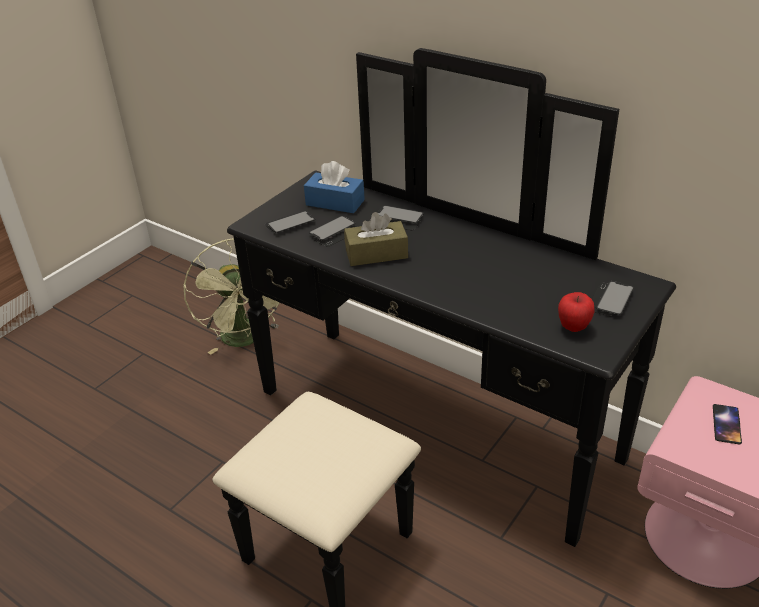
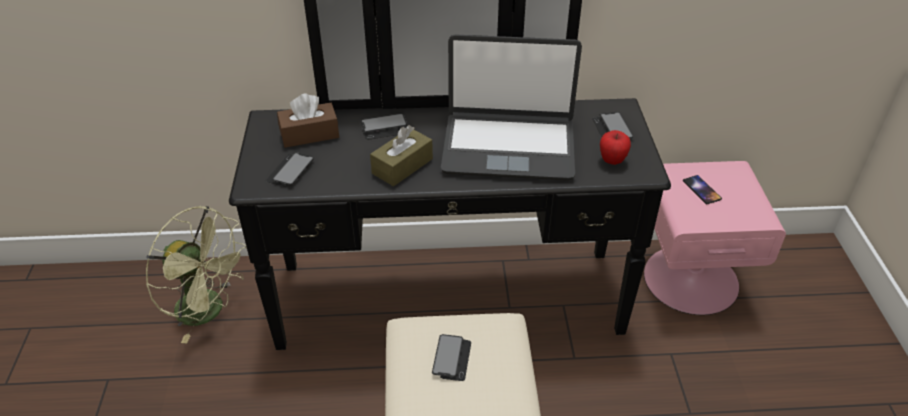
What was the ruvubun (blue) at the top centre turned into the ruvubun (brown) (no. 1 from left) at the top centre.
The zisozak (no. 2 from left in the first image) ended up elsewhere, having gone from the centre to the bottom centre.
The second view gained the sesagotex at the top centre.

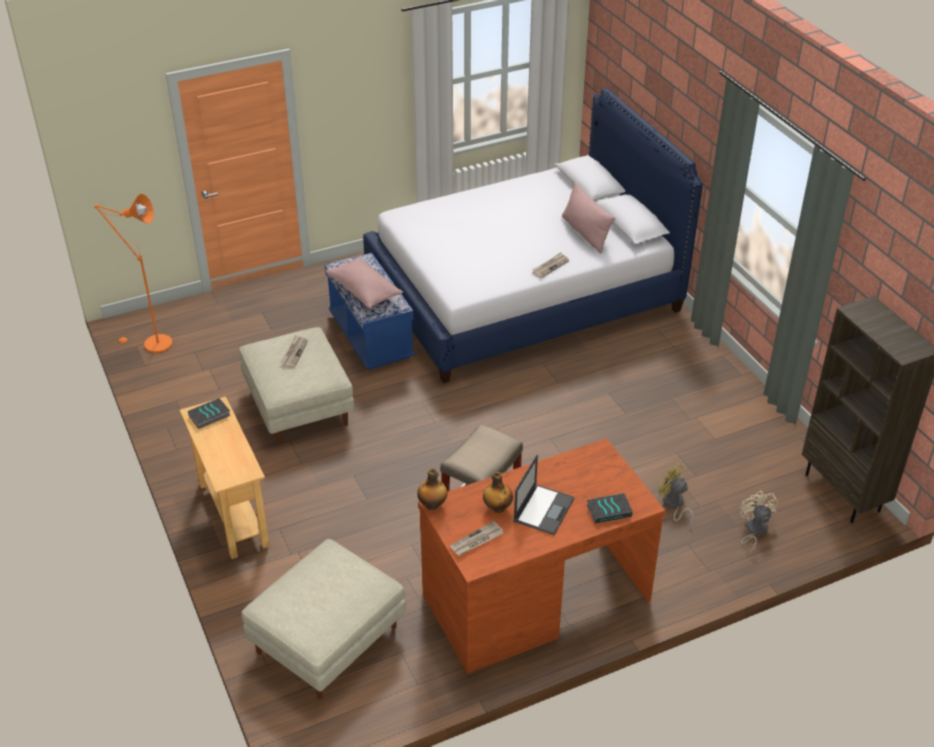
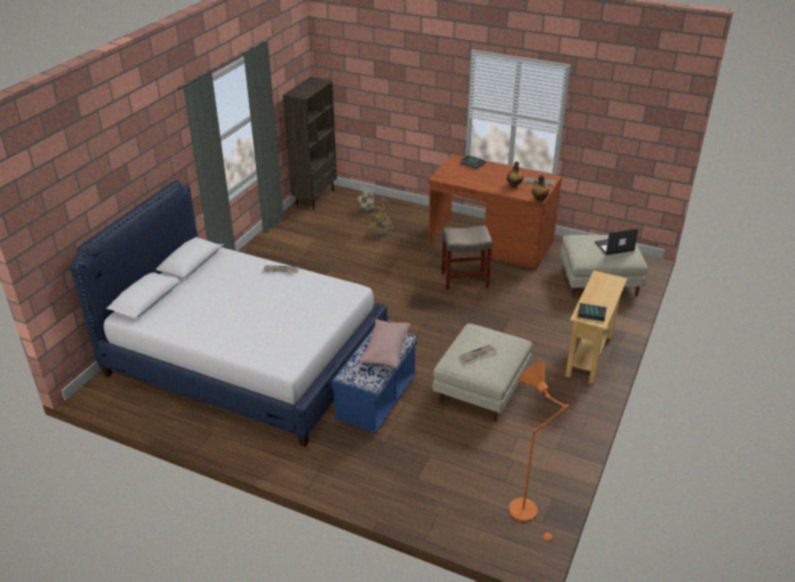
The sesagotex ended up elsewhere, having gone from the centre to the middle right.
The second view lost the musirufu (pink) (no. 2 from left) at the top centre.

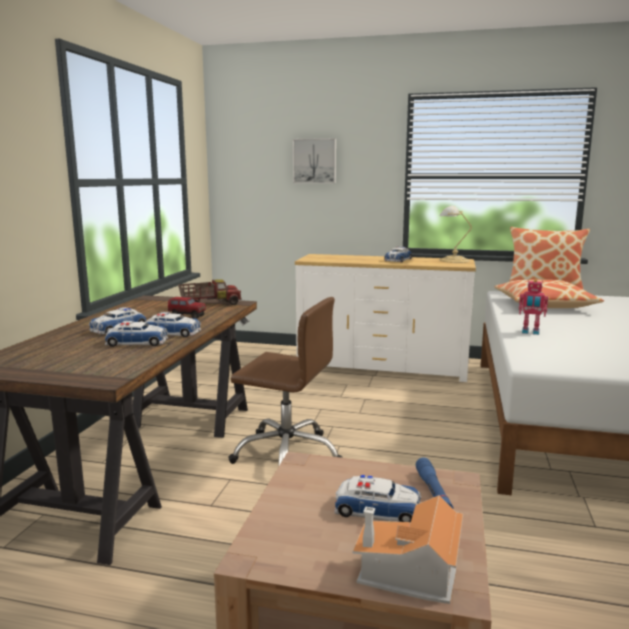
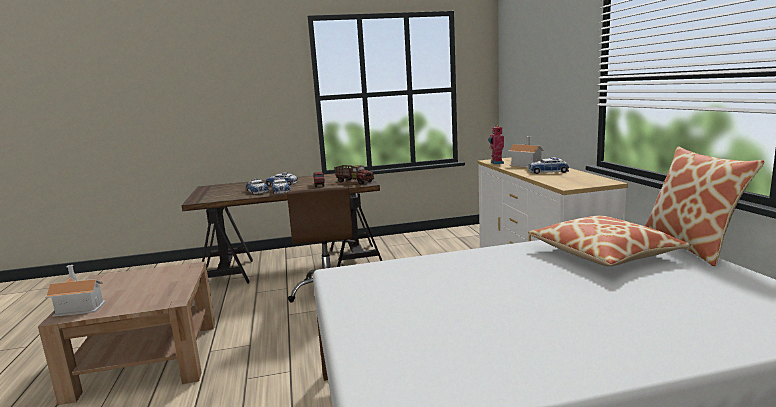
The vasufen ended up elsewhere, having gone from the middle right to the centre.
The second view gained the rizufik (no. 2 from left) at the middle right.
The second view lost the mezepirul at the top centre.
The second view lost the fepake (no. 4 from left) at the bottom centre.
The second view lost the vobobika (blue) at the bottom right.
The second view lost the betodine at the middle right.

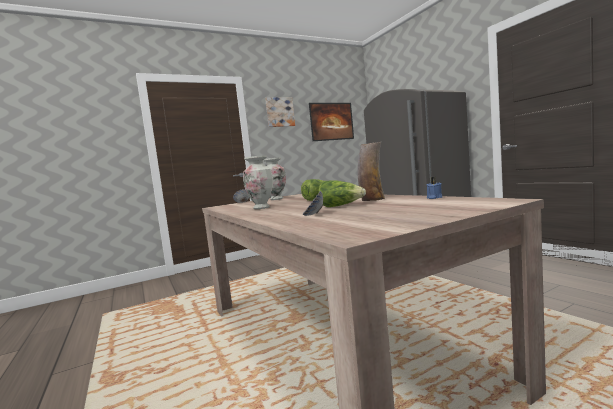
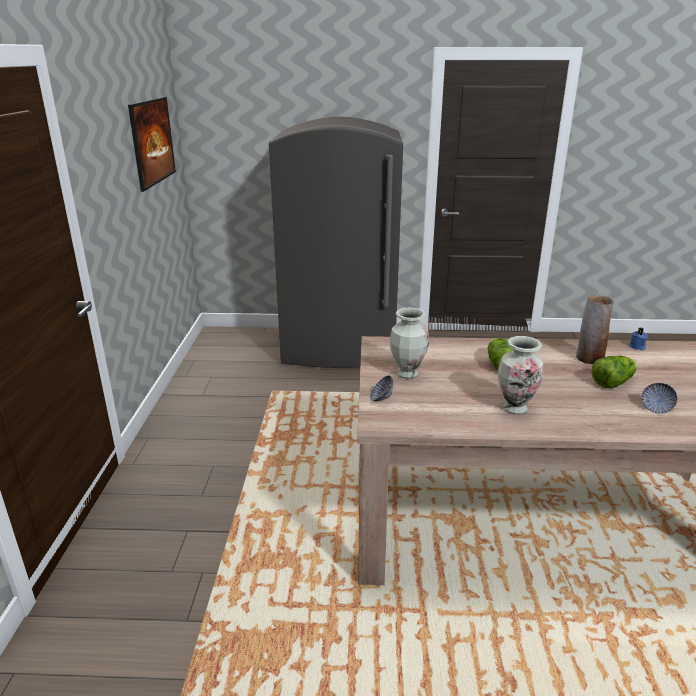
The second view lost the mezepirul (no. 1 from left) at the top centre.

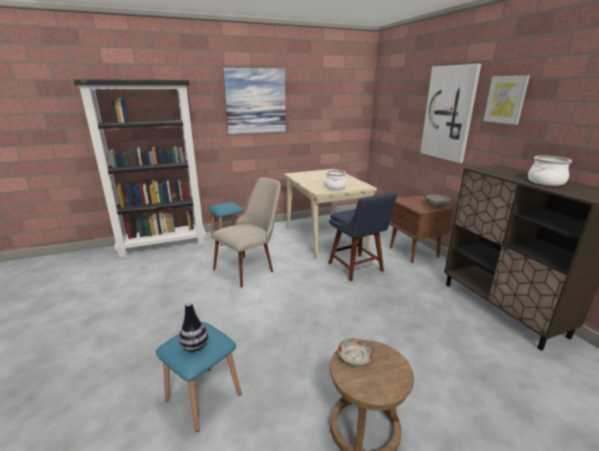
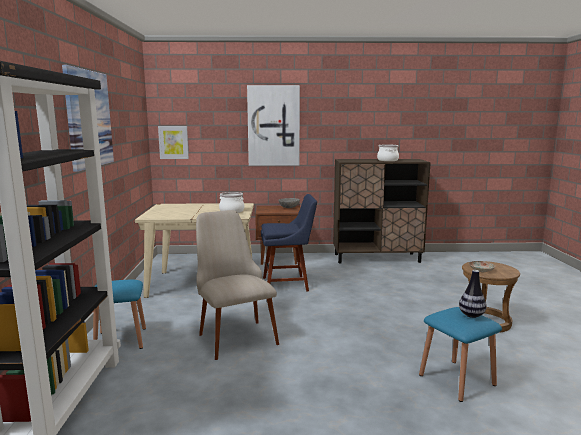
The mezepirul (no. 3 from left in the first image) ended up elsewhere, having gone from the top right to the top left.

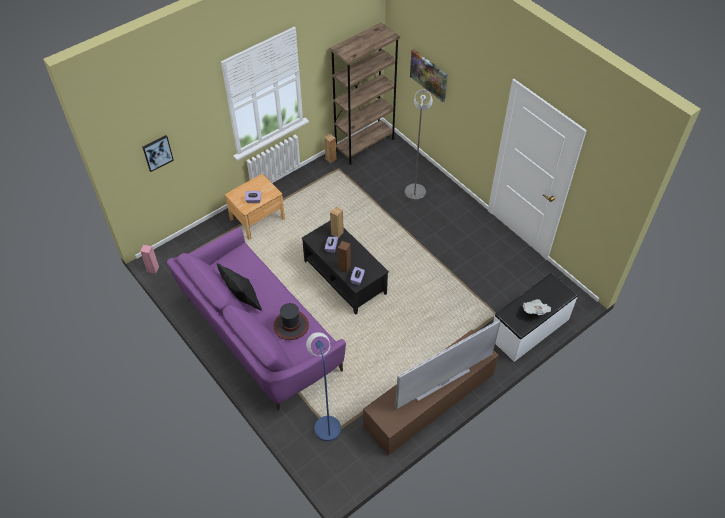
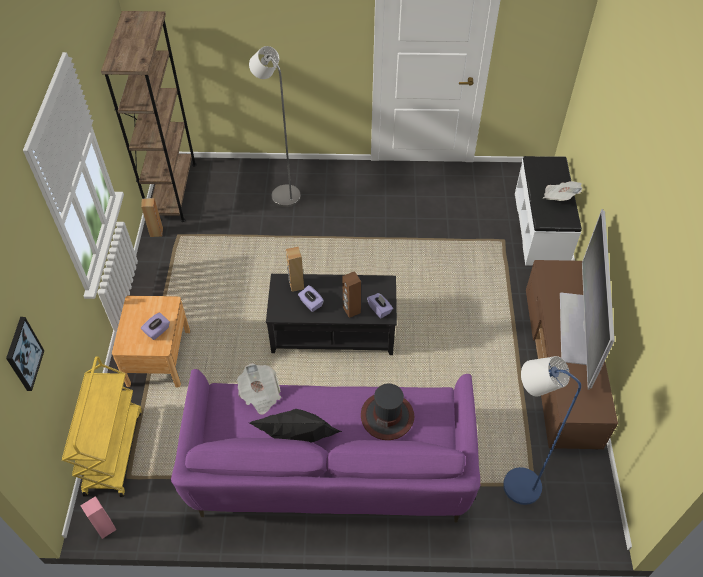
The second view gained the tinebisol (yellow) at the bottom left.
The second view gained the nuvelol (no. 1 from left) at the bottom centre.
The second view lost the mezepirul (no. 2 from left) at the top centre.

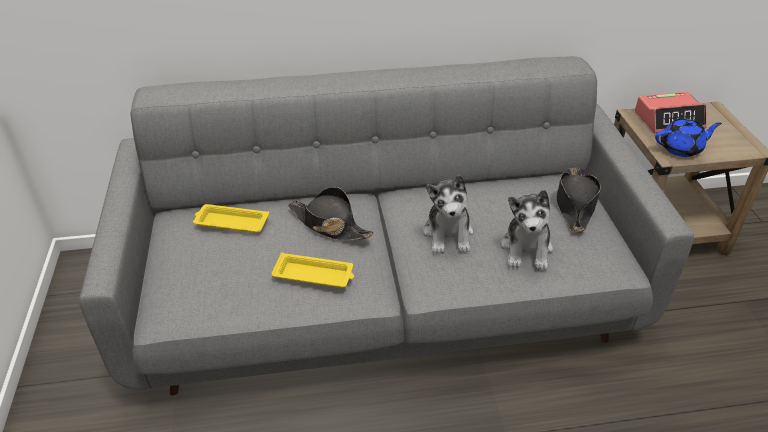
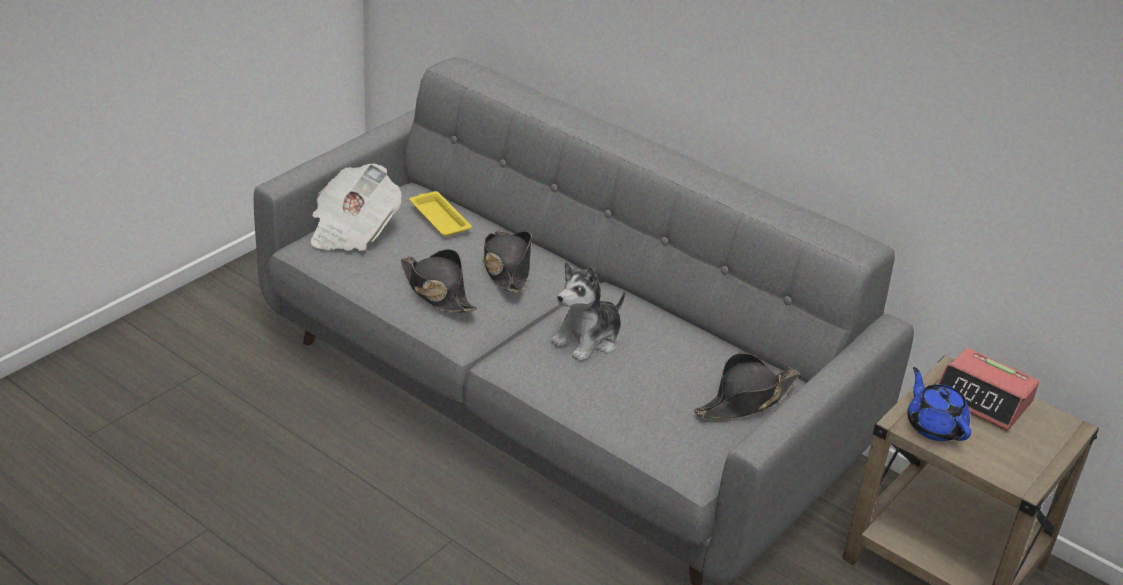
The second view gained the nuvelol at the middle left.
Where the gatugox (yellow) (no. 2 from left) stood at the centre, the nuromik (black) (no. 1 from left) came to stand at the centre.
The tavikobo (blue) at the top right ended up facing another way, 150 degrees counterclockwise from before.
The second view lost the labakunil (no. 2 from left) at the middle right.

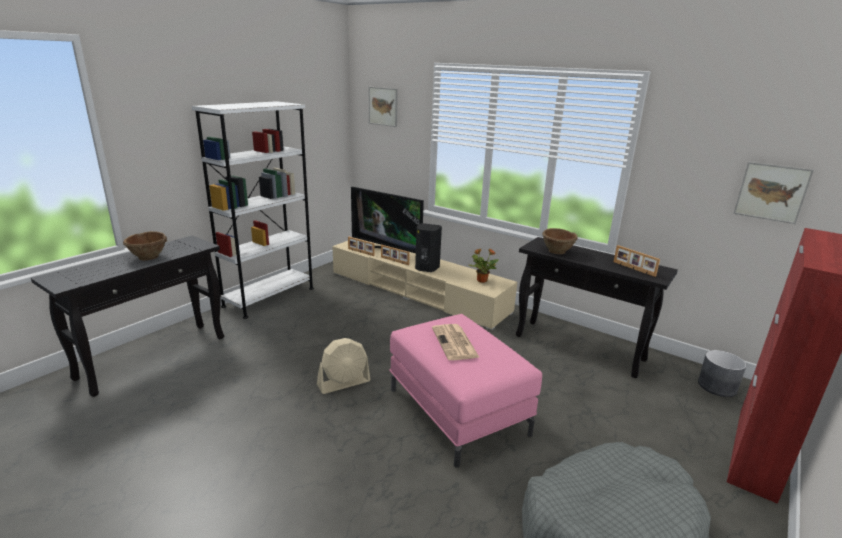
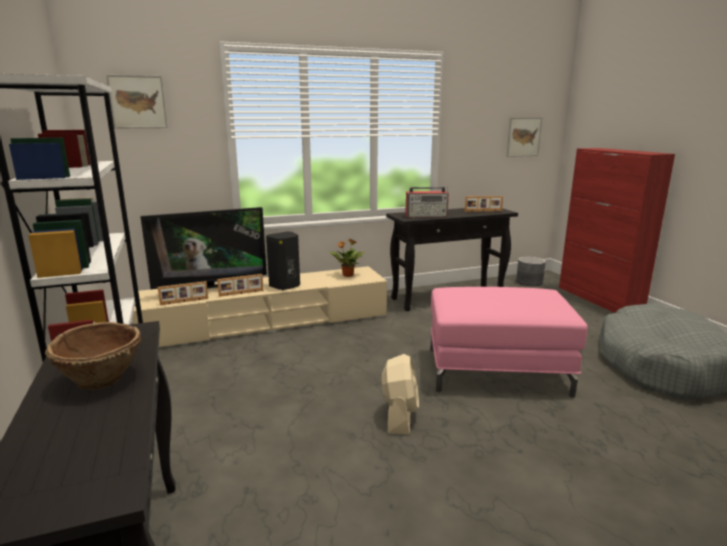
Where the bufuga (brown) (no. 2 from left) stood at the centre, the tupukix came to stand at the centre.
The second view lost the nuvelol at the centre.

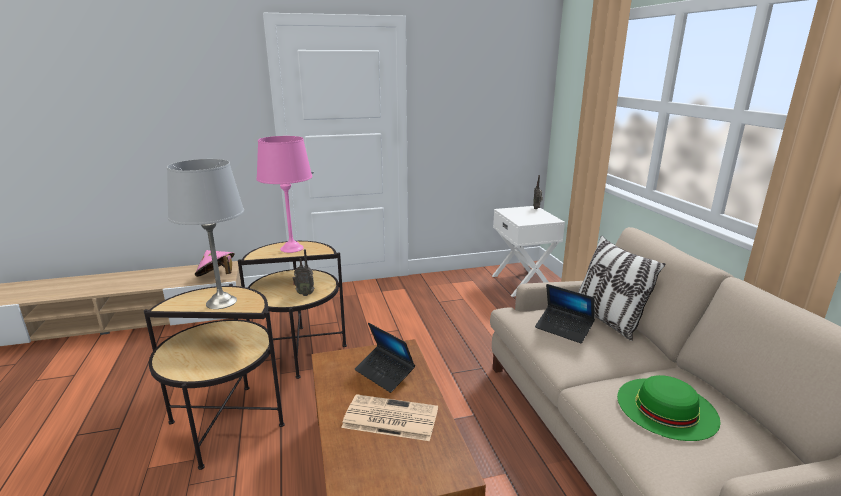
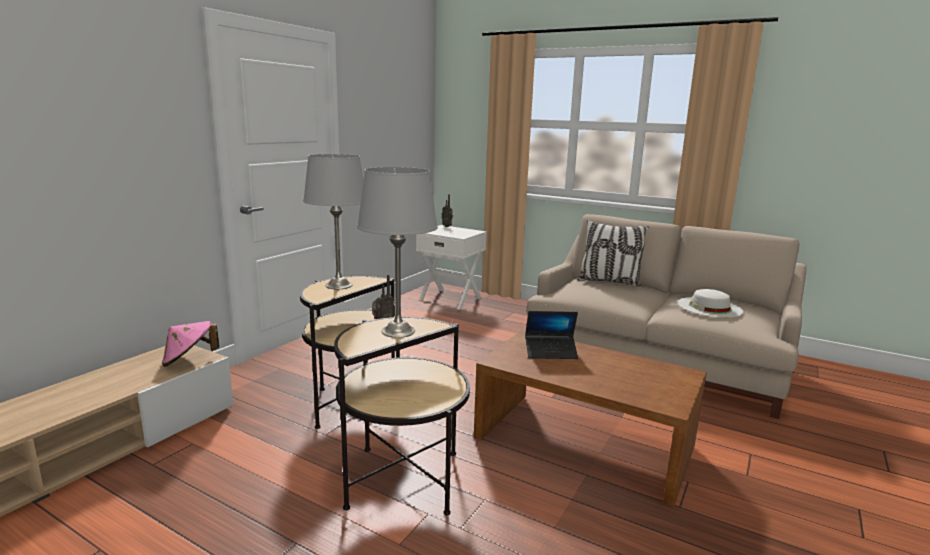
What was the betodine (pink) at the centre turned into the betodine (grey) (no. 1 from left) at the centre.
What was the nuromik (green) at the bottom right turned into the nuromik (white) at the middle right.
The second view lost the nuvelol at the bottom centre.
The second view lost the sesagotex (no. 2 from left) at the middle right.

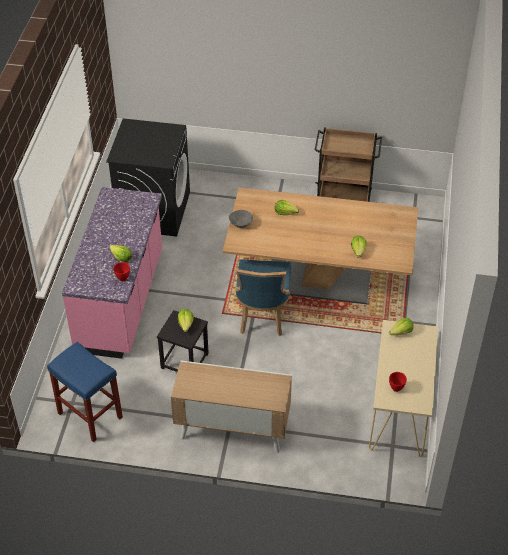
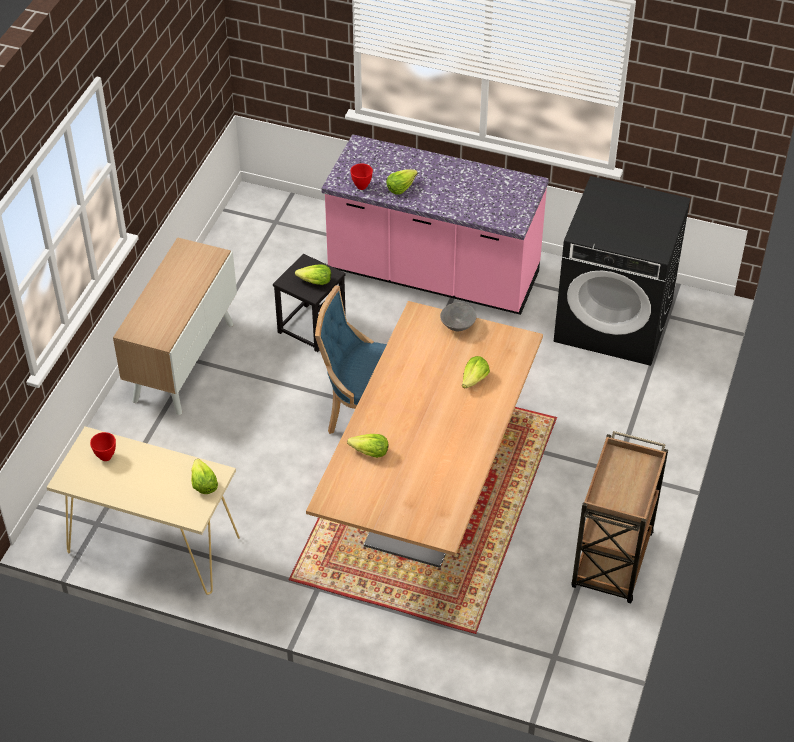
The second view lost the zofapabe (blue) at the bottom left.

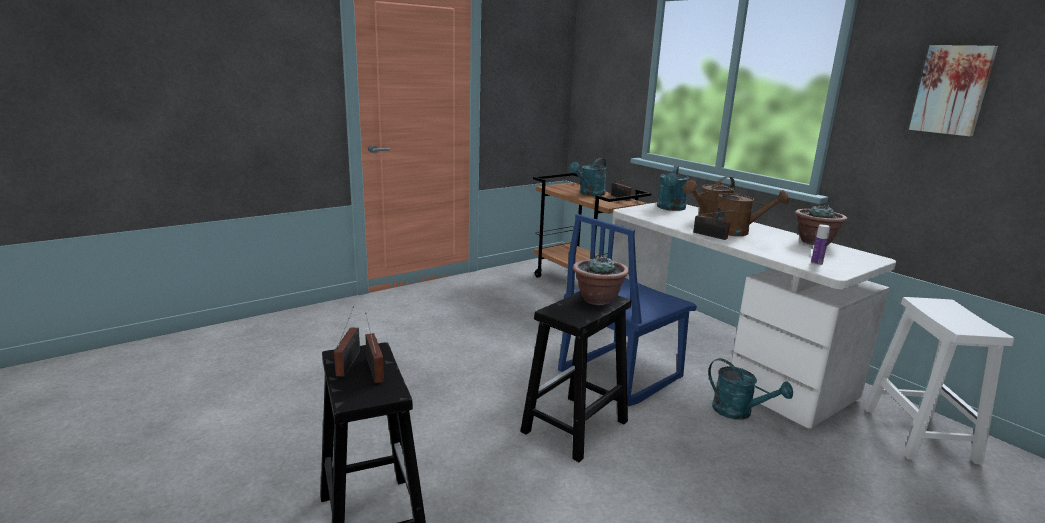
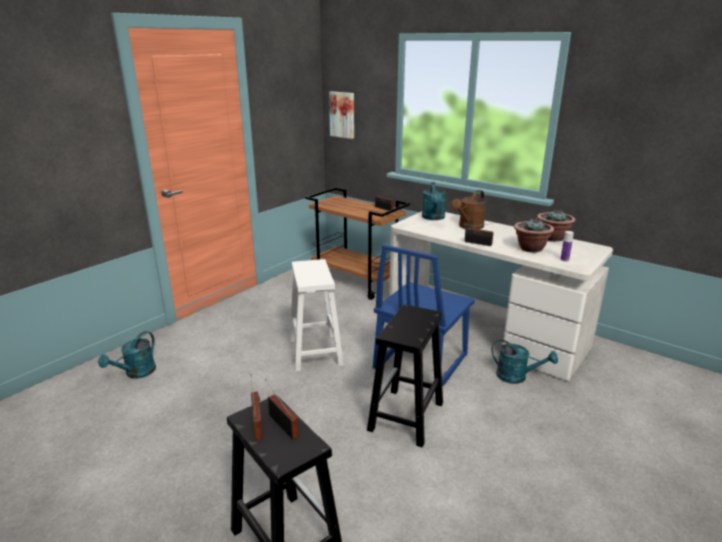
The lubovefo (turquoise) (no. 1 from left) ended up elsewhere, having gone from the centre to the middle left.
The zofapabe (white) ended up elsewhere, having gone from the bottom right to the centre.
The mezepirul ended up elsewhere, having gone from the top right to the top centre.
The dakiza (no. 1 from left) ended up elsewhere, having gone from the centre to the middle right.
The second view lost the lubovefo (brown) (no. 2 from left) at the middle right.

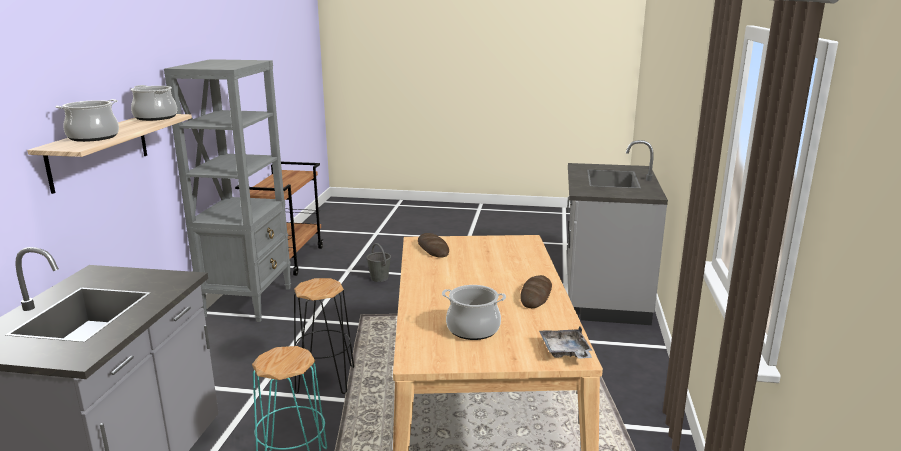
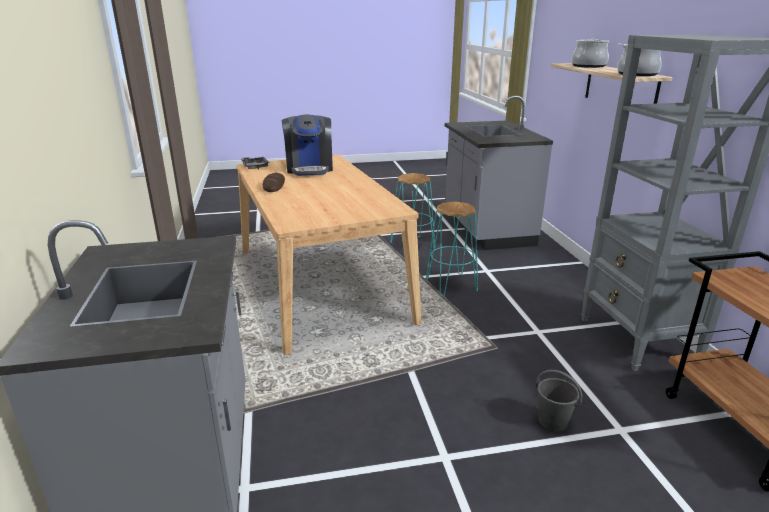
Where the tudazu (no. 3 from left) stood at the bottom centre, the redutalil came to stand at the top centre.
What was the zofapabe (black) at the bottom centre turned into the zofapabe (turquoise) (no. 2 from left) at the centre.
The second view lost the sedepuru (no. 1 from left) at the centre.

